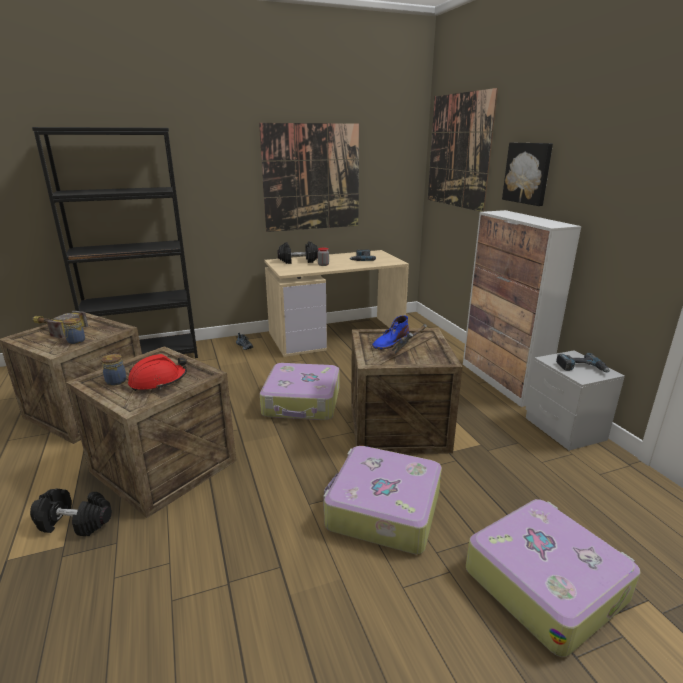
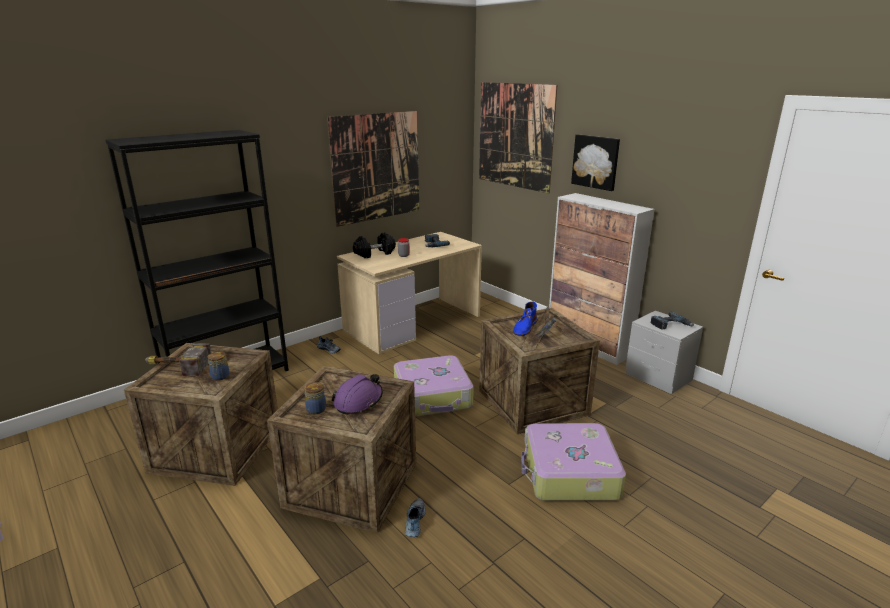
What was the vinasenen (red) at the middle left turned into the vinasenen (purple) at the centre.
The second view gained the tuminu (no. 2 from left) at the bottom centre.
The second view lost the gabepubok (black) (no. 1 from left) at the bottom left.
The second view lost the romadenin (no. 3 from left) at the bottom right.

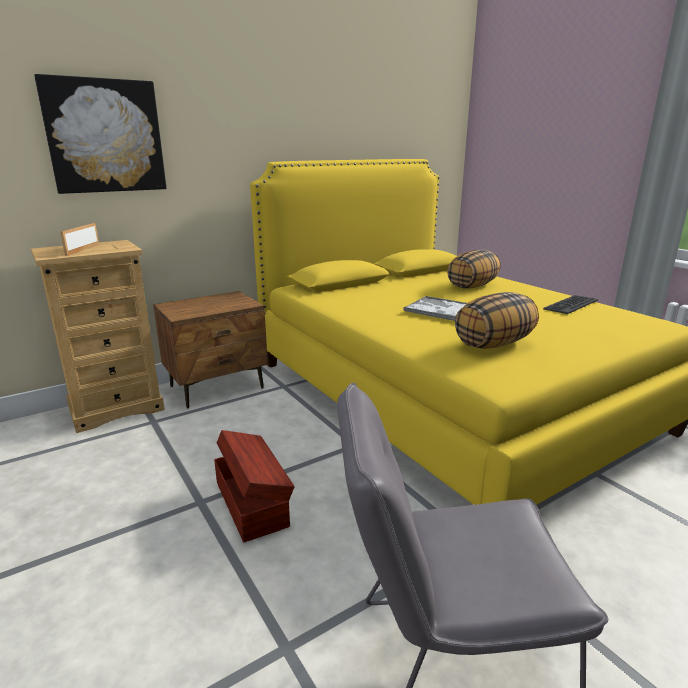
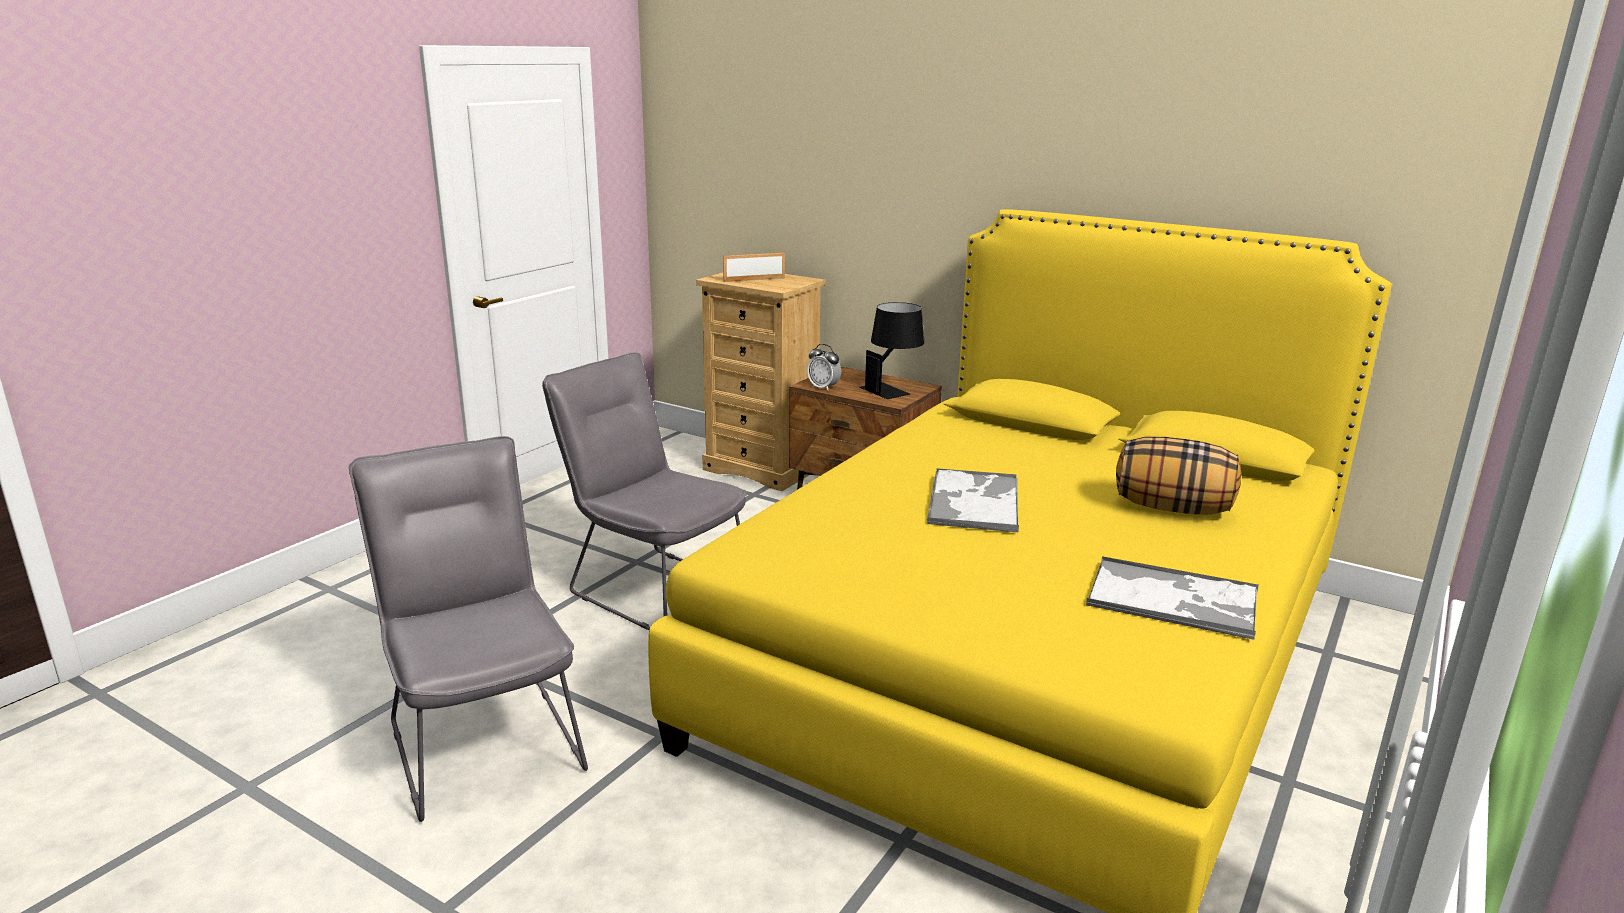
Where the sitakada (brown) stood at the bottom centre, the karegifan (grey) (no. 2 from left) came to stand at the centre.
The second view gained the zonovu at the centre.
The second view gained the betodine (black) at the centre.
Where the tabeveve stood at the middle right, the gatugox (no. 2 from left) came to stand at the middle right.
The second view lost the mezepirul at the top left.
The second view lost the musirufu (no. 2 from left) at the middle right.

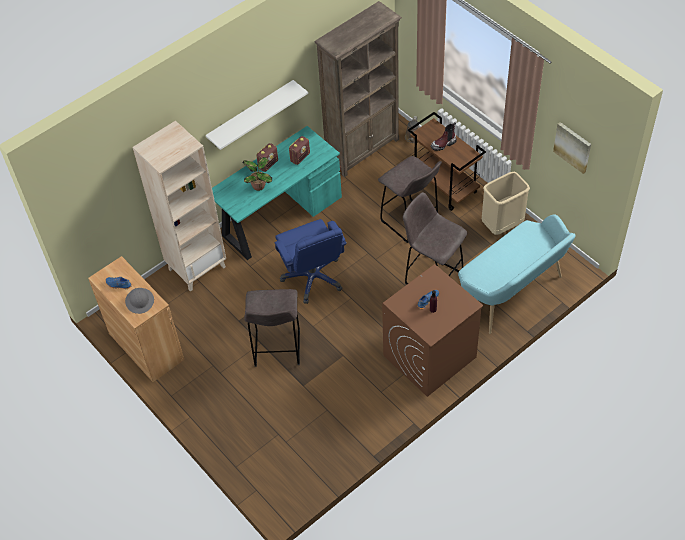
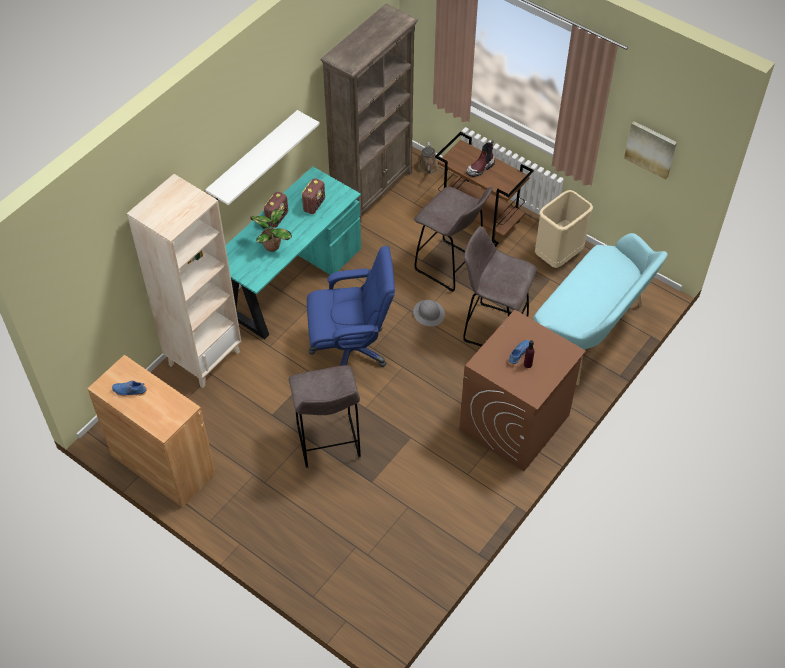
The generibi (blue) at the centre ended up facing another way, 60 degrees counterclockwise from before.
The vinasenen (grey) ended up elsewhere, having gone from the middle left to the centre.

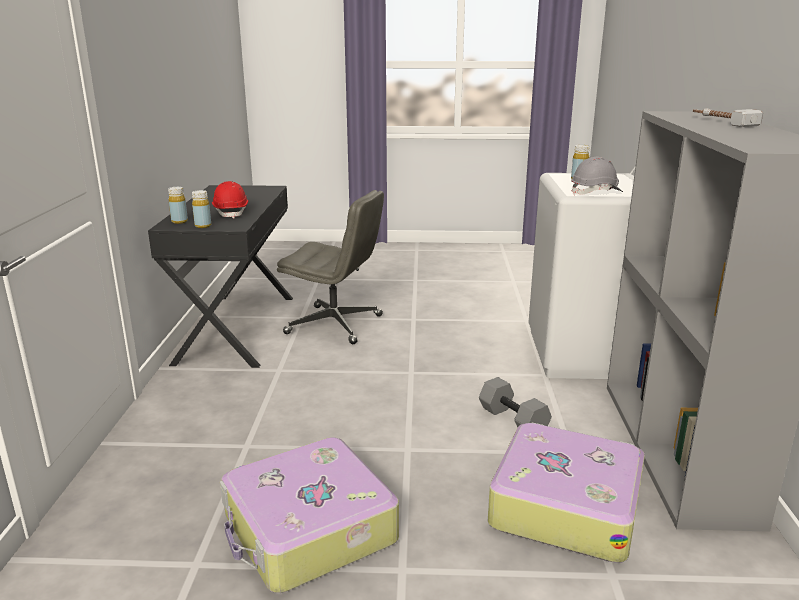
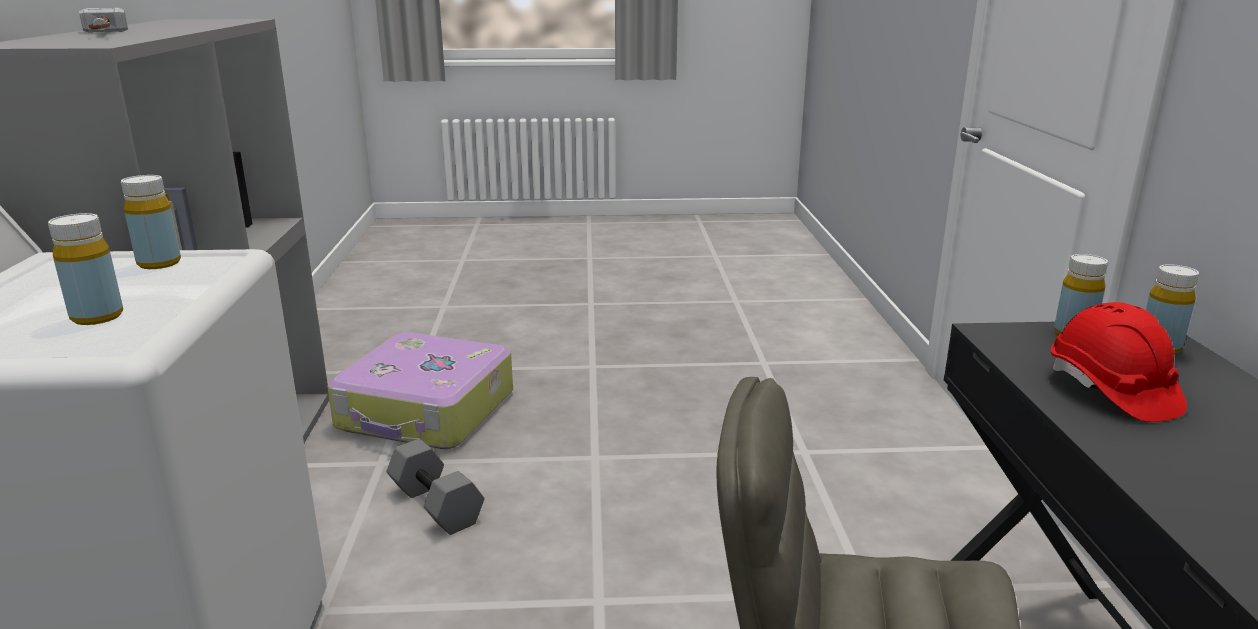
Where the vinasenen (grey) stood at the top right, the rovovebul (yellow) (no. 2 from left) came to stand at the middle left.
The second view lost the romadenin (no. 1 from left) at the bottom centre.

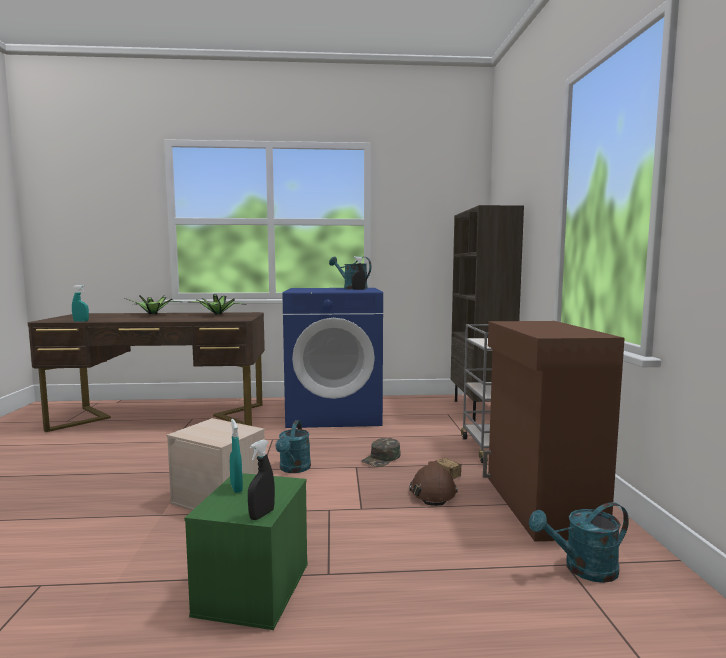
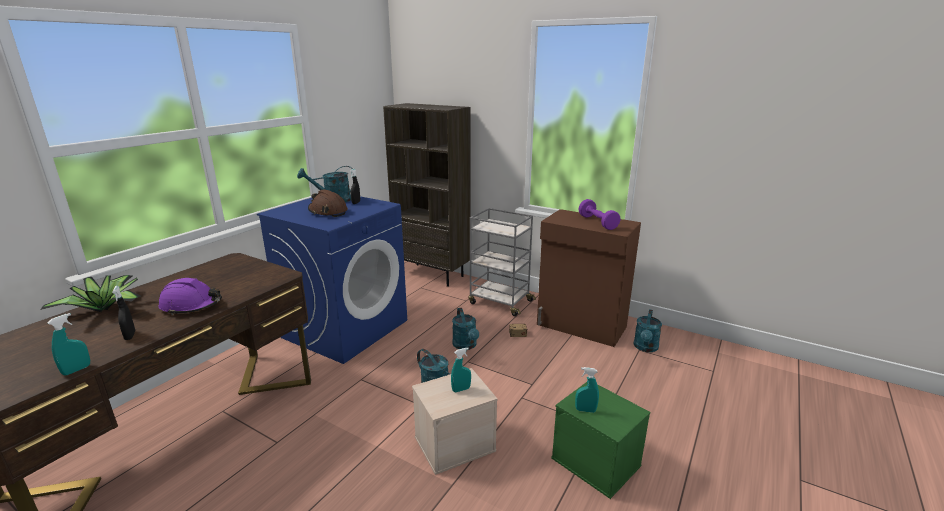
The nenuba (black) (no. 1 from left) ended up elsewhere, having gone from the bottom centre to the middle left.
The second view gained the vinasenen (purple) at the middle left.
The vinasenen (brown) ended up elsewhere, having gone from the bottom centre to the centre.
The second view gained the nenuba (turquoise) (no. 2 from left) at the bottom centre.
Where the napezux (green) stood at the bottom centre, the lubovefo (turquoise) (no. 3 from left) came to stand at the centre.
The second view gained the gabepubok (purple) at the centre.
The second view lost the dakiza (no. 2 from left) at the middle left.

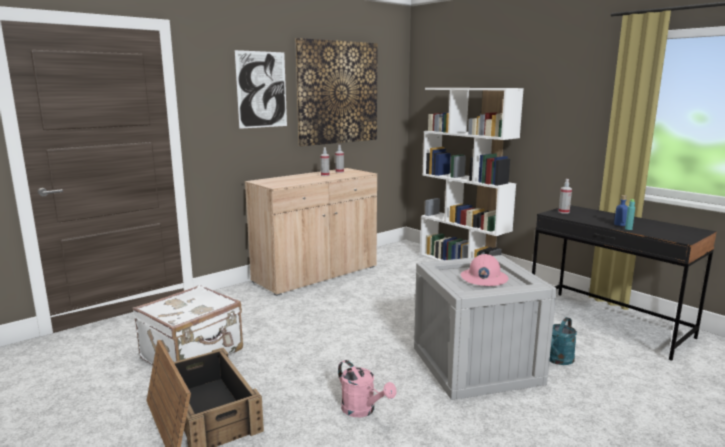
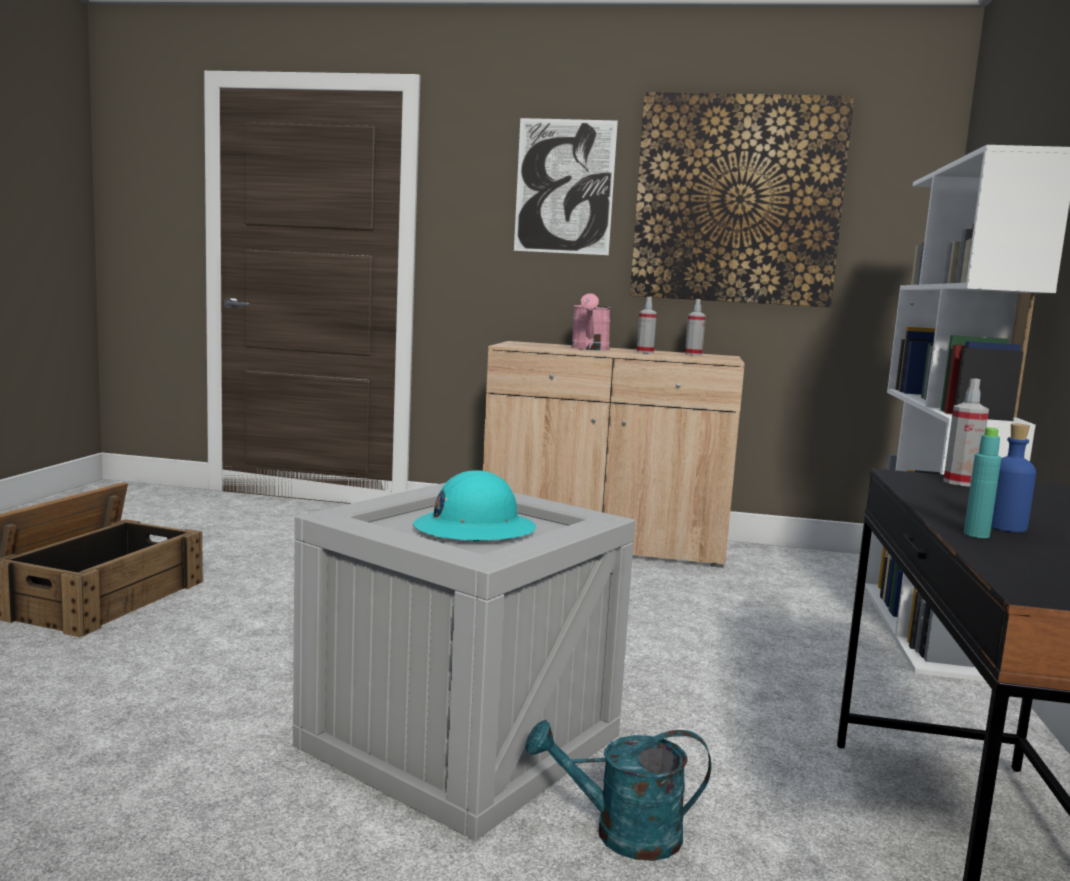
What was the vinasenen (pink) at the middle right turned into the vinasenen (turquoise) at the centre.
The lubovefo (pink) ended up elsewhere, having gone from the bottom centre to the centre.
The second view lost the romadenin (white) at the bottom left.

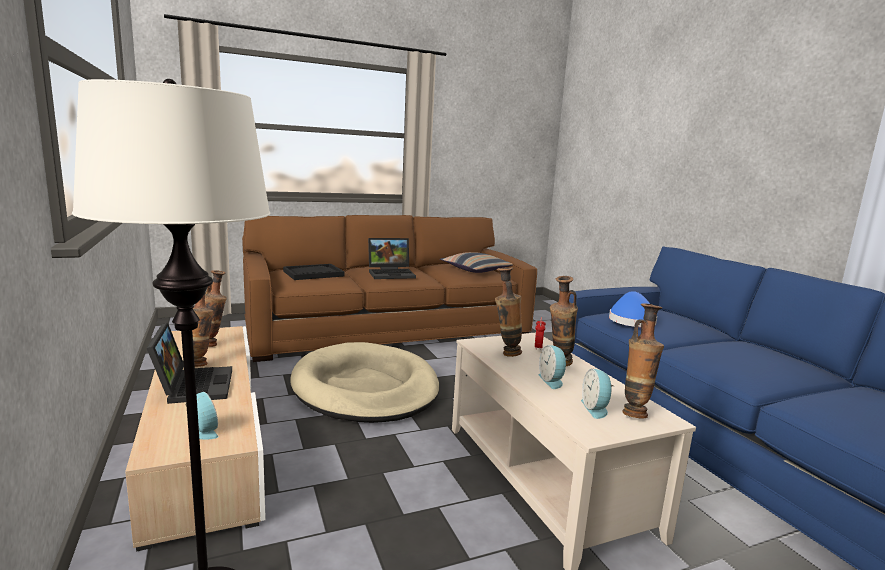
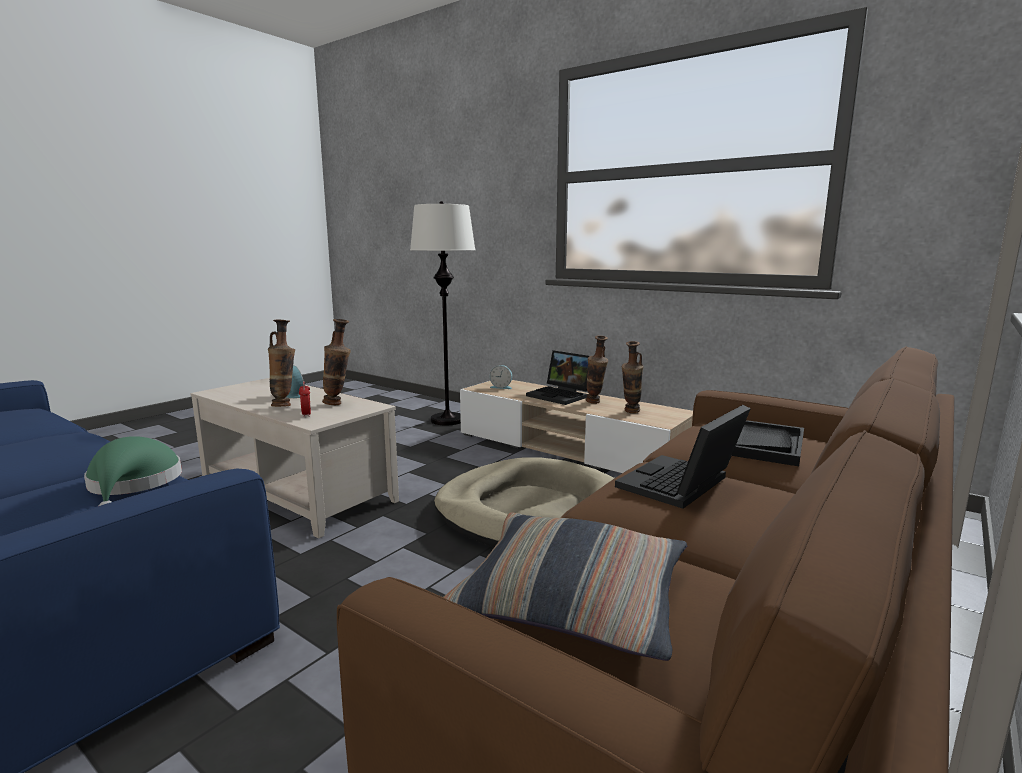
What was the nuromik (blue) at the middle right turned into the nuromik (green) at the middle left.
The second view lost the zonovu (no. 4 from left) at the bottom right.
The second view lost the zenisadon (no. 5 from left) at the middle right.

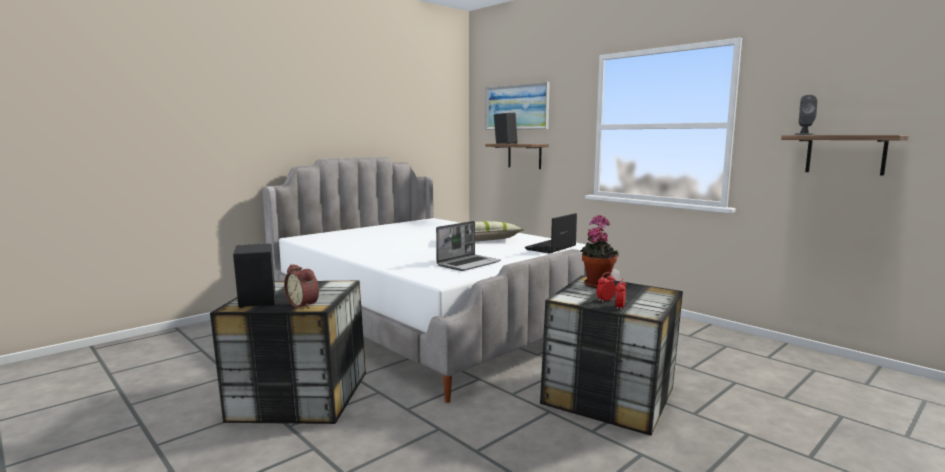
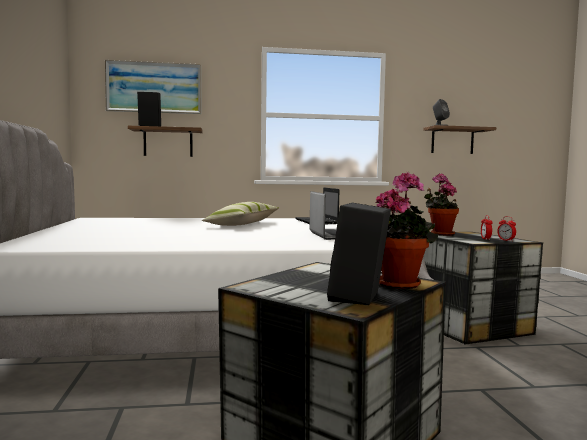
Where the zonovu (no. 1 from left) stood at the middle left, the dakiza (no. 1 from left) came to stand at the middle right.

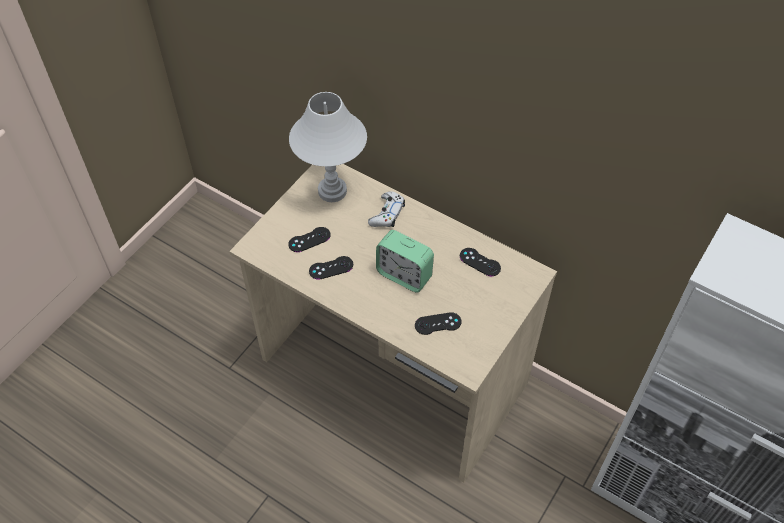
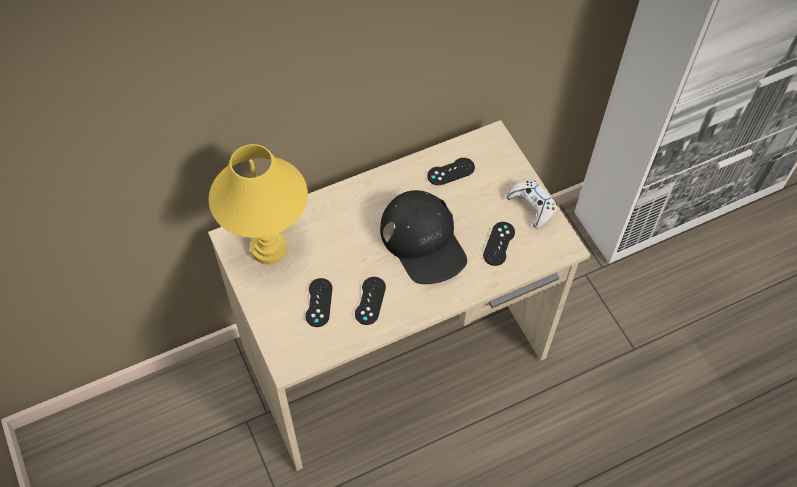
What was the betodine (white) at the top centre turned into the betodine (yellow) at the middle left.
Where the zonovu stood at the centre, the napezux (black) came to stand at the centre.
The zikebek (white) ended up elsewhere, having gone from the centre to the middle right.

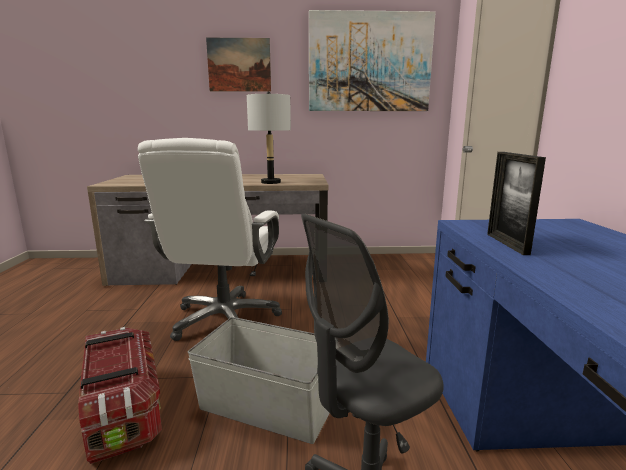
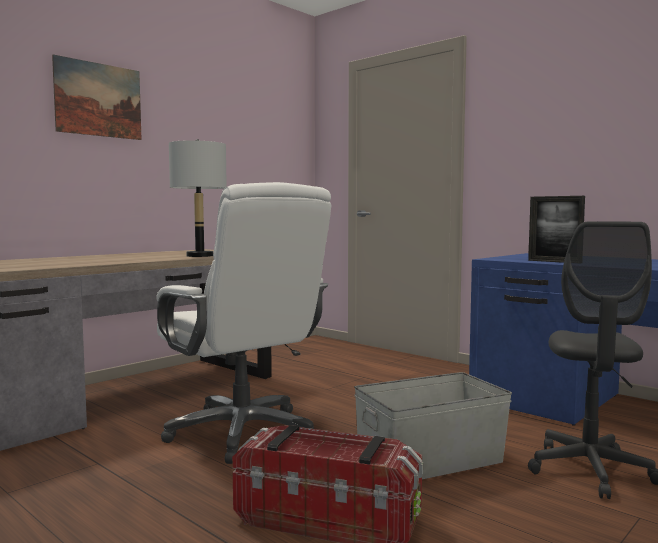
The second view lost the mezepirul (no. 2 from left) at the top centre.

